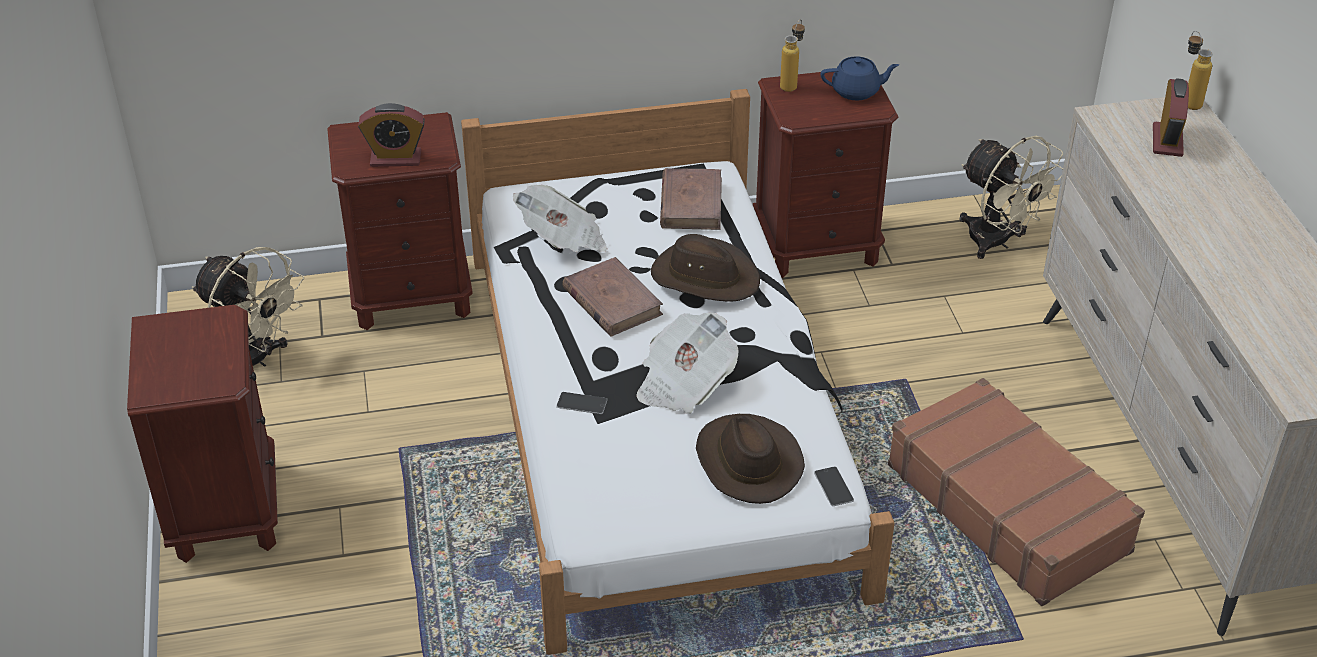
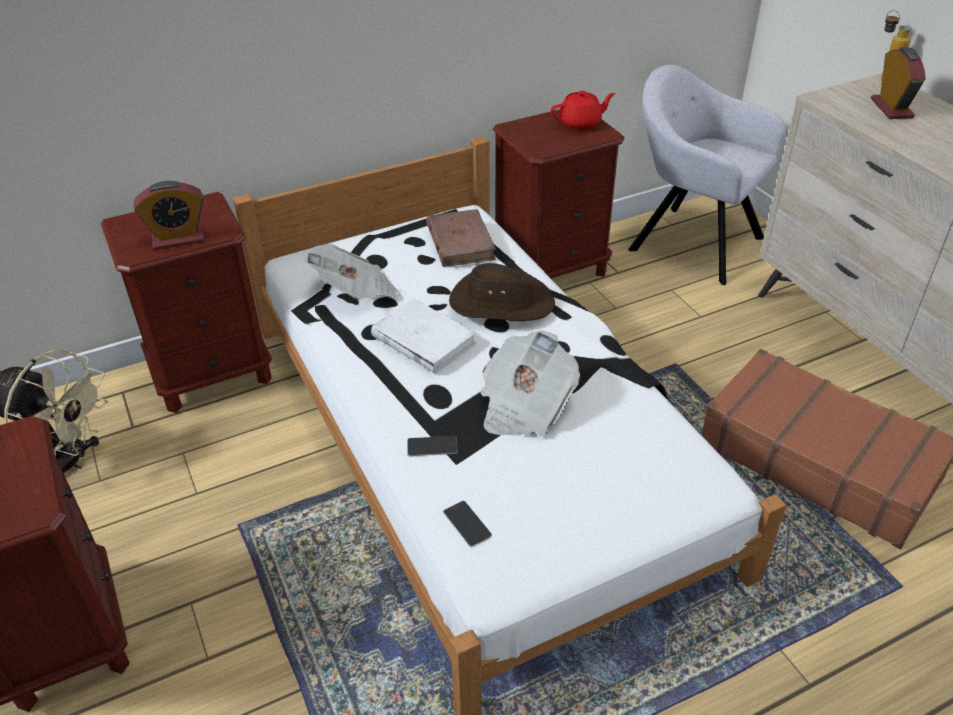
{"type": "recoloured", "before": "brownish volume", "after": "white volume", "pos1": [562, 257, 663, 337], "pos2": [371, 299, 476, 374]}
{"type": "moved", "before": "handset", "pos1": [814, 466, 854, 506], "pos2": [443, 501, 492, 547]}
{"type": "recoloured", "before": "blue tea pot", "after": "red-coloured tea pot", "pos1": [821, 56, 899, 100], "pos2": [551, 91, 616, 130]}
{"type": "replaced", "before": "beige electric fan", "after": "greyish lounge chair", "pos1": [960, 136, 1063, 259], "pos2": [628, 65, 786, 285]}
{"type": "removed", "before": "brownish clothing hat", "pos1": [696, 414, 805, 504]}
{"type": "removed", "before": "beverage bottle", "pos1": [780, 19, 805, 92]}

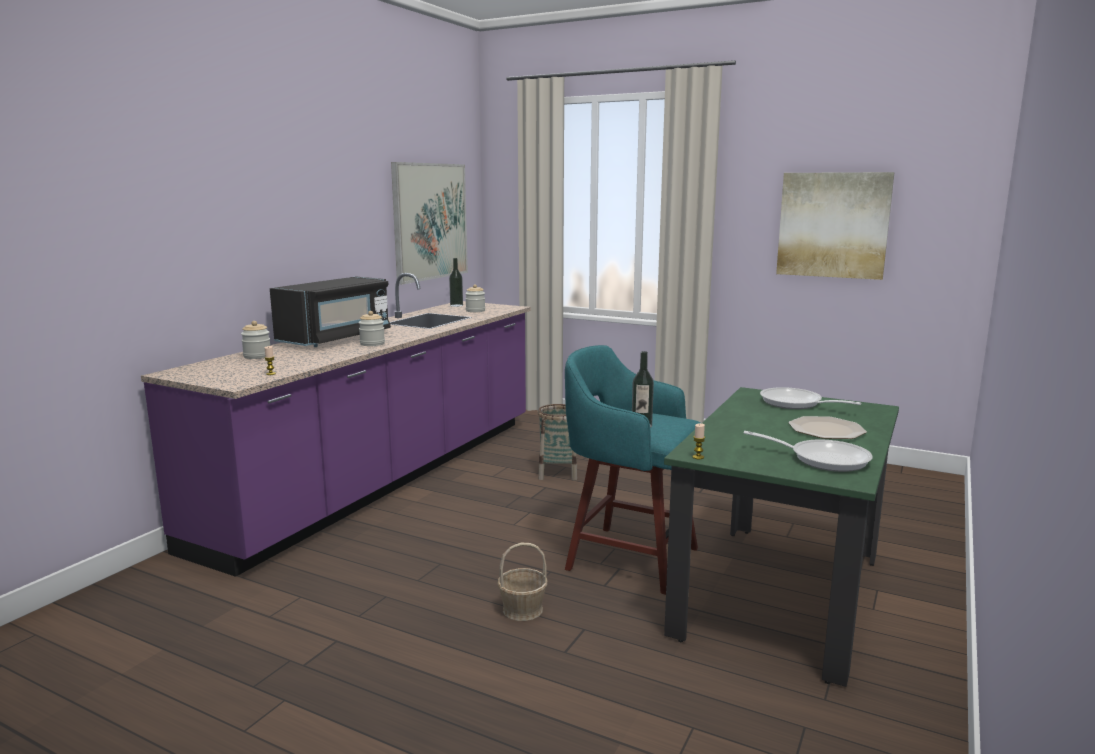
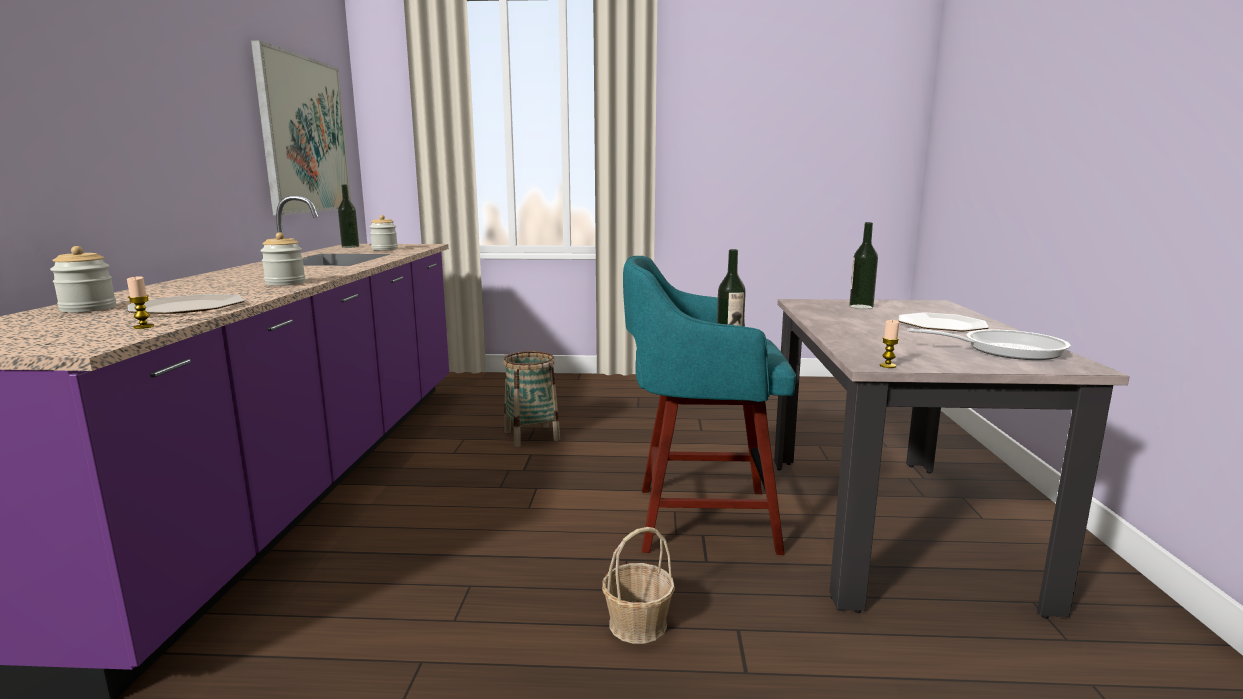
{"type": "added", "after": "flat dish", "pos2": [128, 294, 245, 314]}
{"type": "recoloured", "before": "green kitchen table", "after": "beige kitchen table", "pos1": [664, 387, 899, 687], "pos2": [774, 299, 1130, 619]}
{"type": "replaced", "before": "skillet", "after": "beverage bottle", "pos1": [760, 387, 861, 409], "pos2": [849, 222, 878, 309]}
{"type": "removed", "before": "black-coloured microwave oven", "pos1": [270, 277, 391, 347]}
{"type": "removed", "before": "picture", "pos1": [776, 172, 895, 280]}

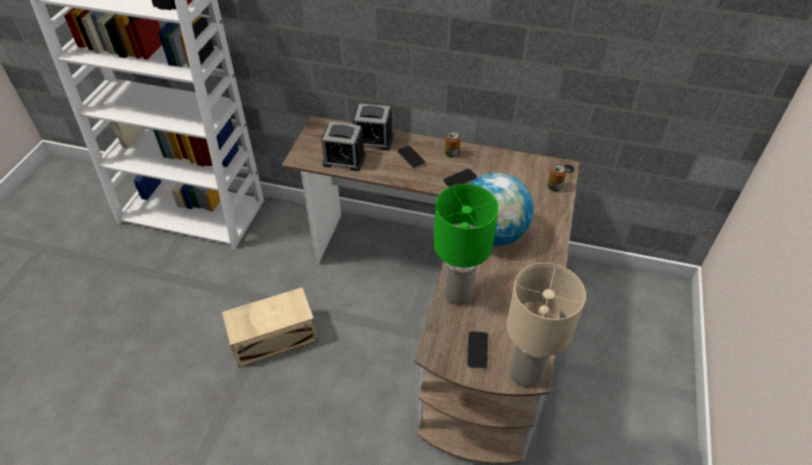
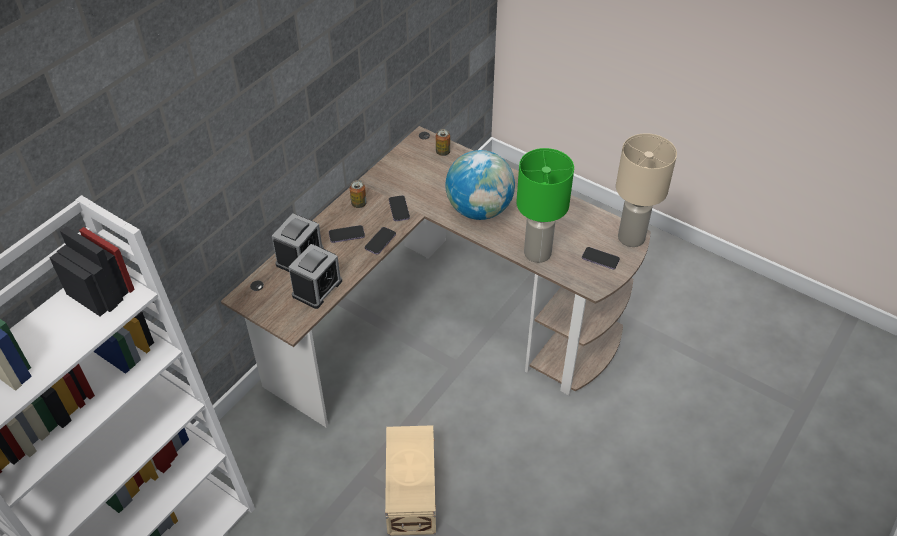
{"type": "added", "after": "handset", "pos2": [365, 227, 396, 254]}

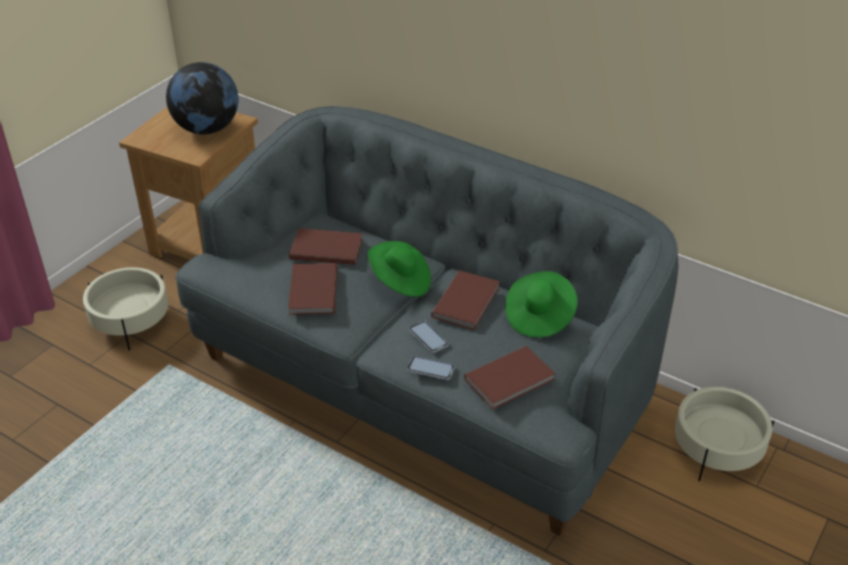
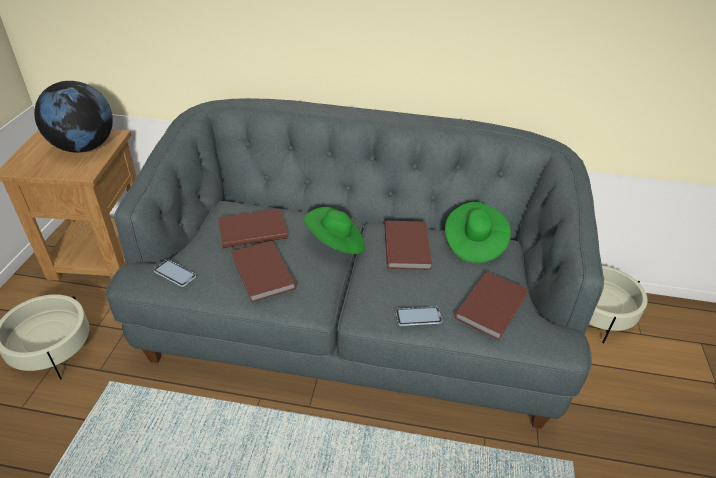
{"type": "moved", "before": "handset", "pos1": [409, 321, 448, 353], "pos2": [154, 260, 196, 287]}

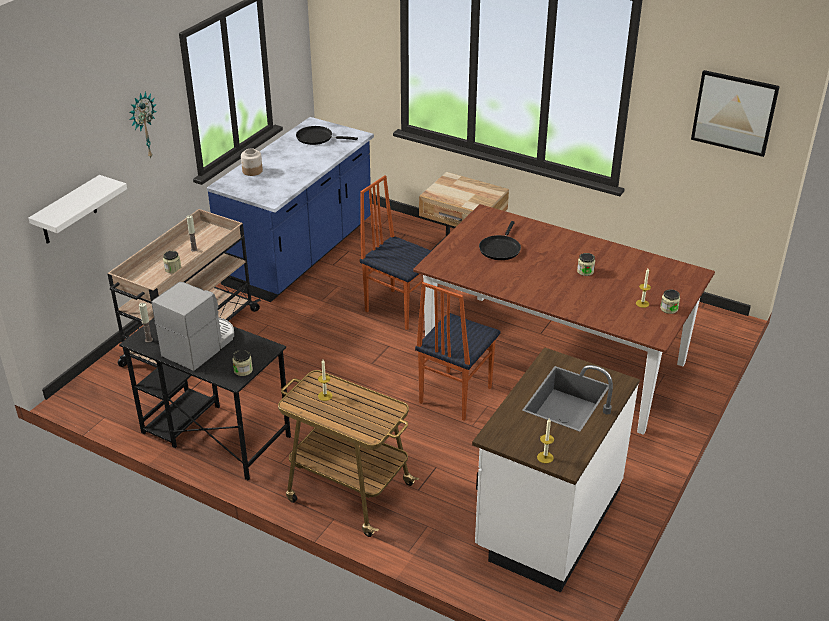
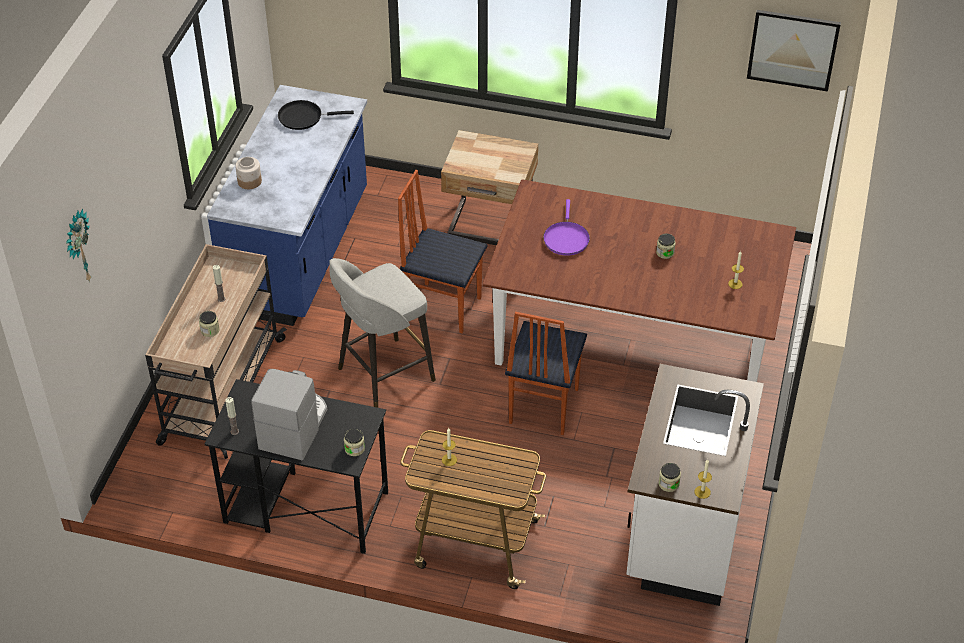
{"type": "moved", "before": "wall clock", "pos1": [129, 92, 157, 158], "pos2": [66, 209, 91, 282]}
{"type": "added", "after": "greyish stool seat", "pos2": [329, 258, 436, 408]}
{"type": "recoloured", "before": "black-coloured skillet", "after": "purple-coloured skillet", "pos1": [479, 221, 521, 260], "pos2": [543, 199, 590, 256]}
{"type": "moved", "before": "jar", "pos1": [660, 289, 680, 314], "pos2": [658, 463, 681, 492]}
{"type": "removed", "before": "white shelf", "pos1": [28, 175, 127, 244]}

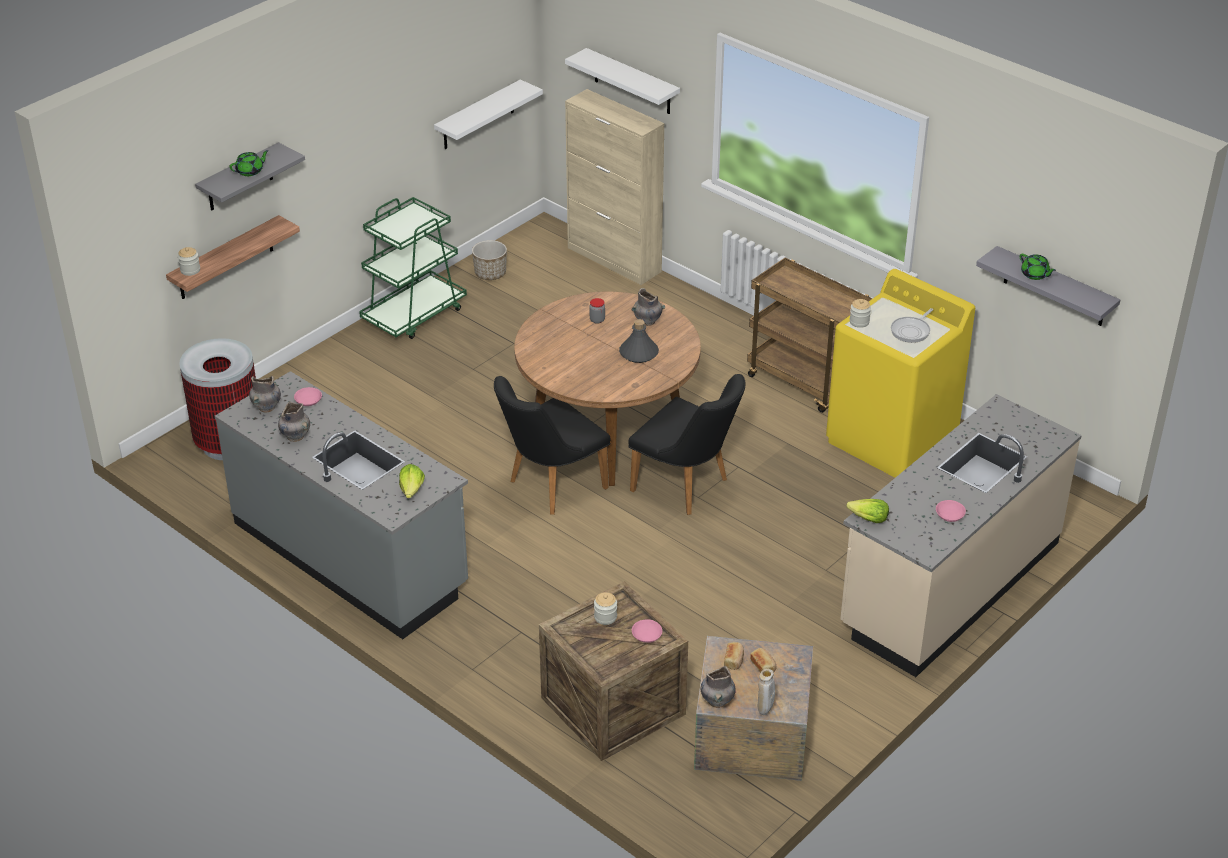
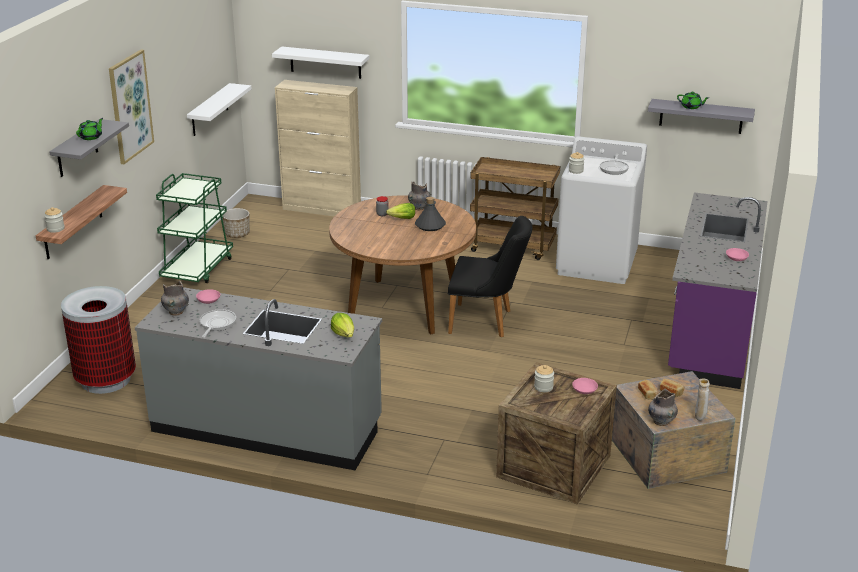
{"type": "added", "after": "picture", "pos2": [109, 50, 154, 164]}
{"type": "replaced", "before": "greyish vase", "after": "skillet", "pos1": [278, 401, 310, 442], "pos2": [199, 309, 236, 338]}
{"type": "moved", "before": "head of lettuce", "pos1": [846, 499, 889, 523], "pos2": [386, 203, 415, 219]}
{"type": "recoloured", "before": "yellow-coloured laundry machine", "after": "white laundry machine", "pos1": [826, 269, 975, 478], "pos2": [556, 136, 647, 284]}
{"type": "recoloured", "before": "beige kitchen counter", "after": "purple-coloured kitchen counter", "pos1": [840, 394, 1082, 677], "pos2": [668, 193, 768, 389]}
{"type": "removed", "before": "black-coloured upright chair", "pos1": [494, 376, 610, 515]}

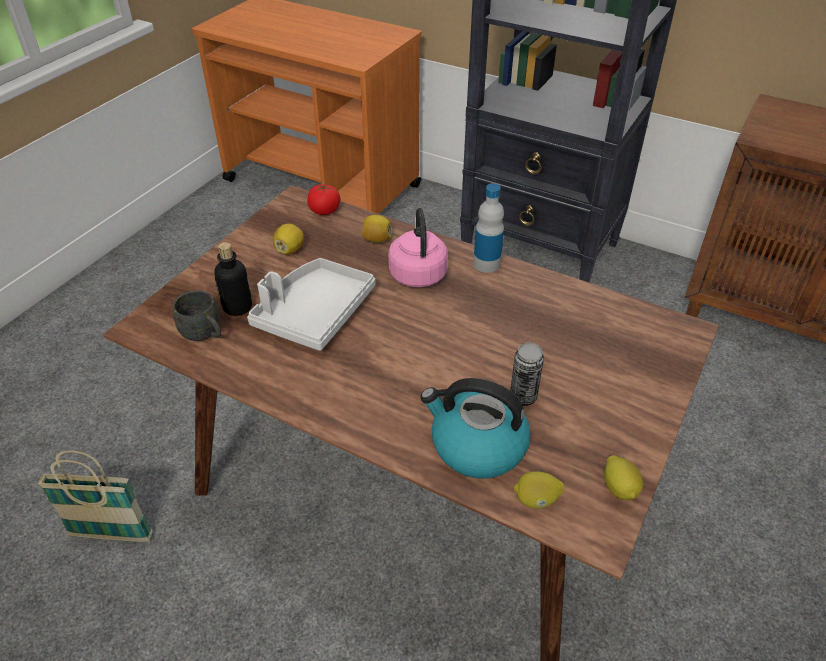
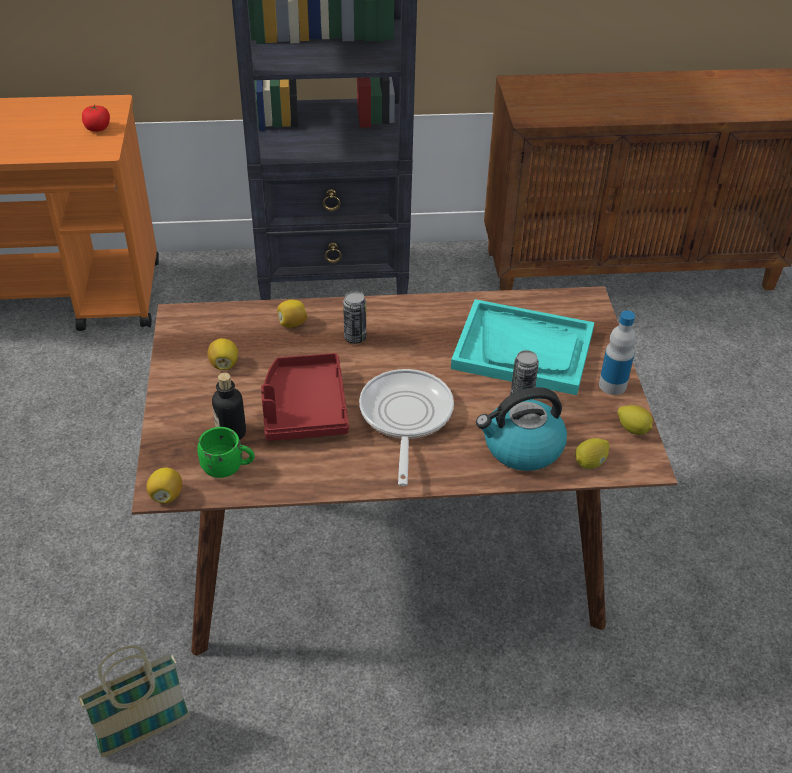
{"type": "moved", "before": "fresh tomato", "pos1": [307, 184, 340, 215], "pos2": [82, 105, 110, 132]}
{"type": "added", "after": "lemon", "pos2": [146, 467, 182, 504]}
{"type": "recoloured", "before": "greyish mug", "after": "green mug", "pos1": [173, 290, 221, 341], "pos2": [197, 427, 255, 478]}
{"type": "recoloured", "before": "greyish tray", "after": "red-coloured tray", "pos1": [247, 258, 375, 351], "pos2": [261, 353, 349, 441]}
{"type": "replaced", "before": "pink-coloured kettle", "after": "can", "pos1": [388, 208, 448, 287], "pos2": [343, 291, 366, 344]}
{"type": "added", "after": "skillet", "pos2": [359, 369, 454, 486]}
{"type": "added", "after": "turquoise-coloured tray", "pos2": [451, 299, 594, 395]}
{"type": "moved", "before": "beverage bottle", "pos1": [473, 183, 504, 273], "pos2": [599, 310, 636, 395]}

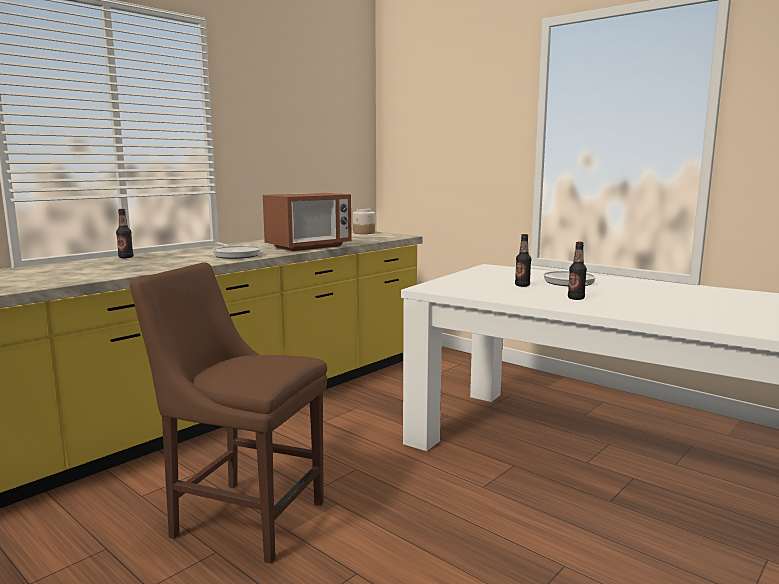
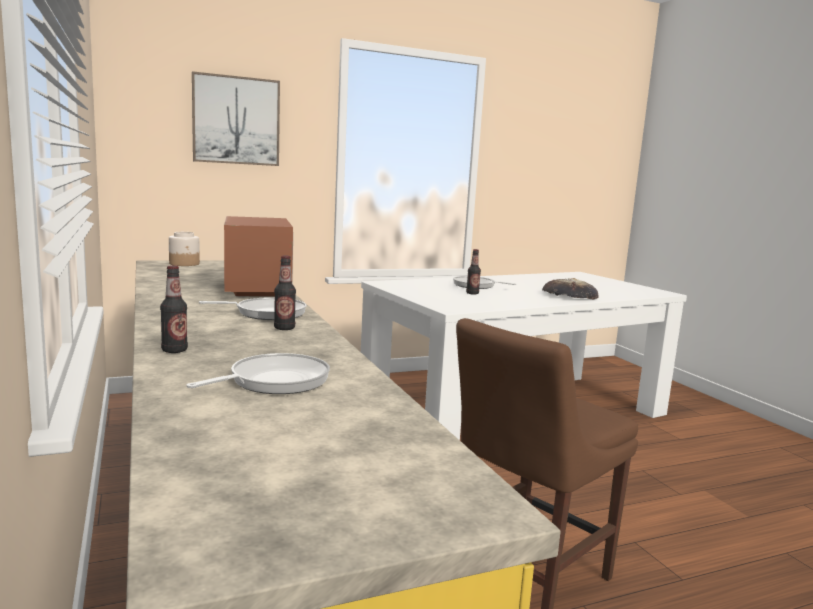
{"type": "added", "after": "skillet", "pos2": [186, 353, 330, 394]}
{"type": "added", "after": "picture", "pos2": [192, 71, 280, 166]}
{"type": "moved", "before": "beverage bottle", "pos1": [568, 242, 587, 300], "pos2": [274, 255, 296, 330]}
{"type": "added", "after": "bread", "pos2": [542, 278, 598, 300]}

